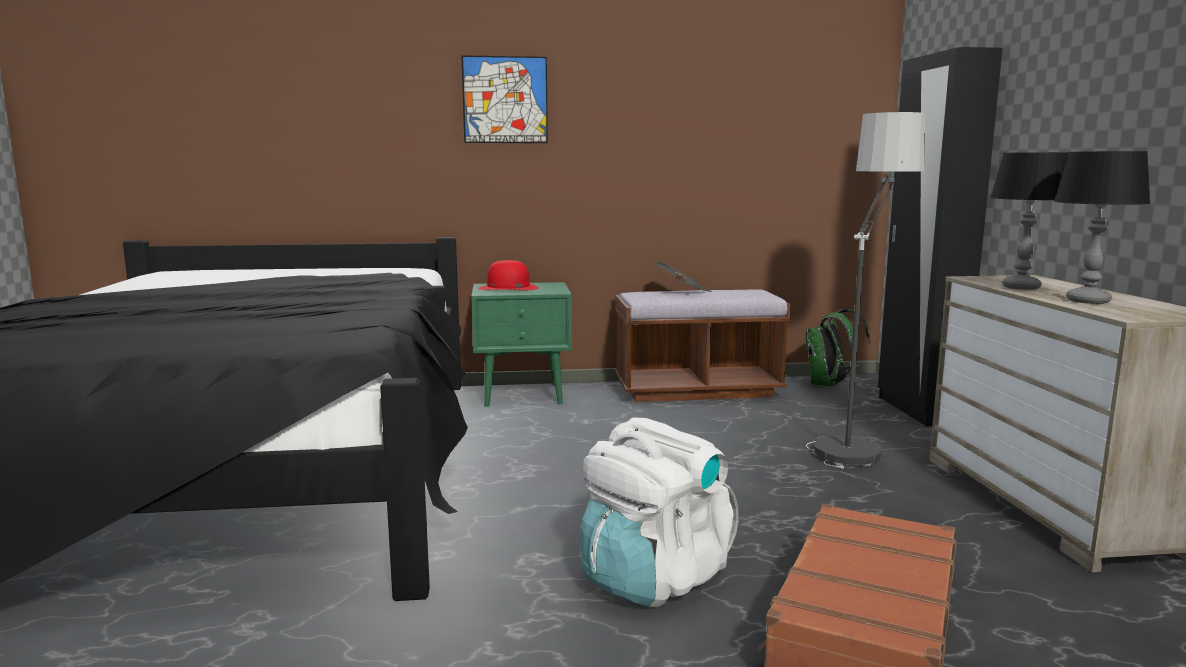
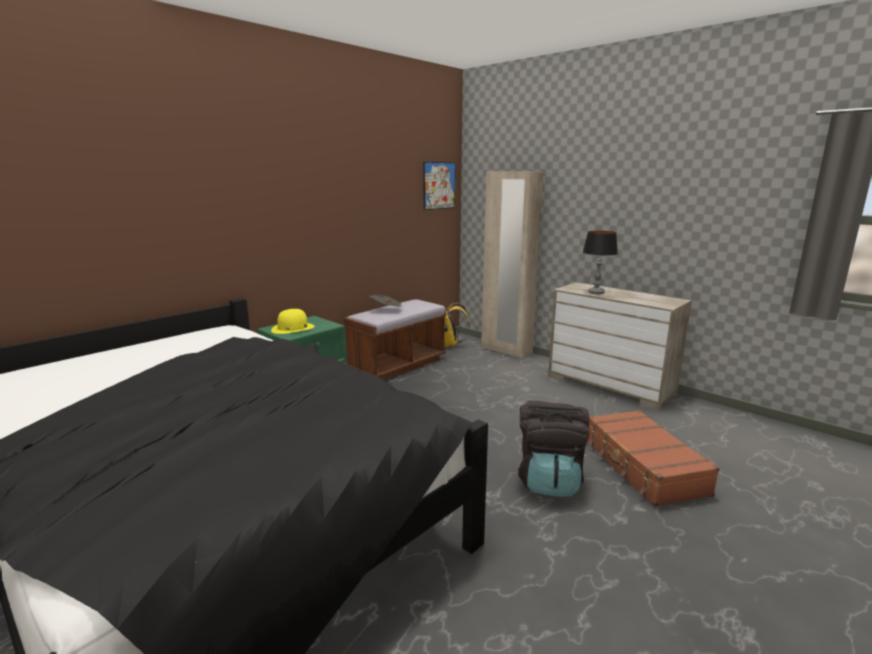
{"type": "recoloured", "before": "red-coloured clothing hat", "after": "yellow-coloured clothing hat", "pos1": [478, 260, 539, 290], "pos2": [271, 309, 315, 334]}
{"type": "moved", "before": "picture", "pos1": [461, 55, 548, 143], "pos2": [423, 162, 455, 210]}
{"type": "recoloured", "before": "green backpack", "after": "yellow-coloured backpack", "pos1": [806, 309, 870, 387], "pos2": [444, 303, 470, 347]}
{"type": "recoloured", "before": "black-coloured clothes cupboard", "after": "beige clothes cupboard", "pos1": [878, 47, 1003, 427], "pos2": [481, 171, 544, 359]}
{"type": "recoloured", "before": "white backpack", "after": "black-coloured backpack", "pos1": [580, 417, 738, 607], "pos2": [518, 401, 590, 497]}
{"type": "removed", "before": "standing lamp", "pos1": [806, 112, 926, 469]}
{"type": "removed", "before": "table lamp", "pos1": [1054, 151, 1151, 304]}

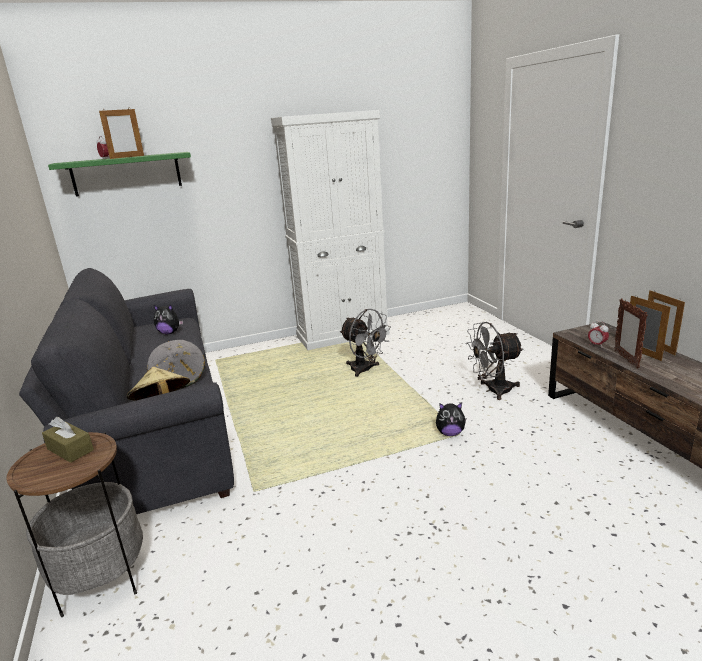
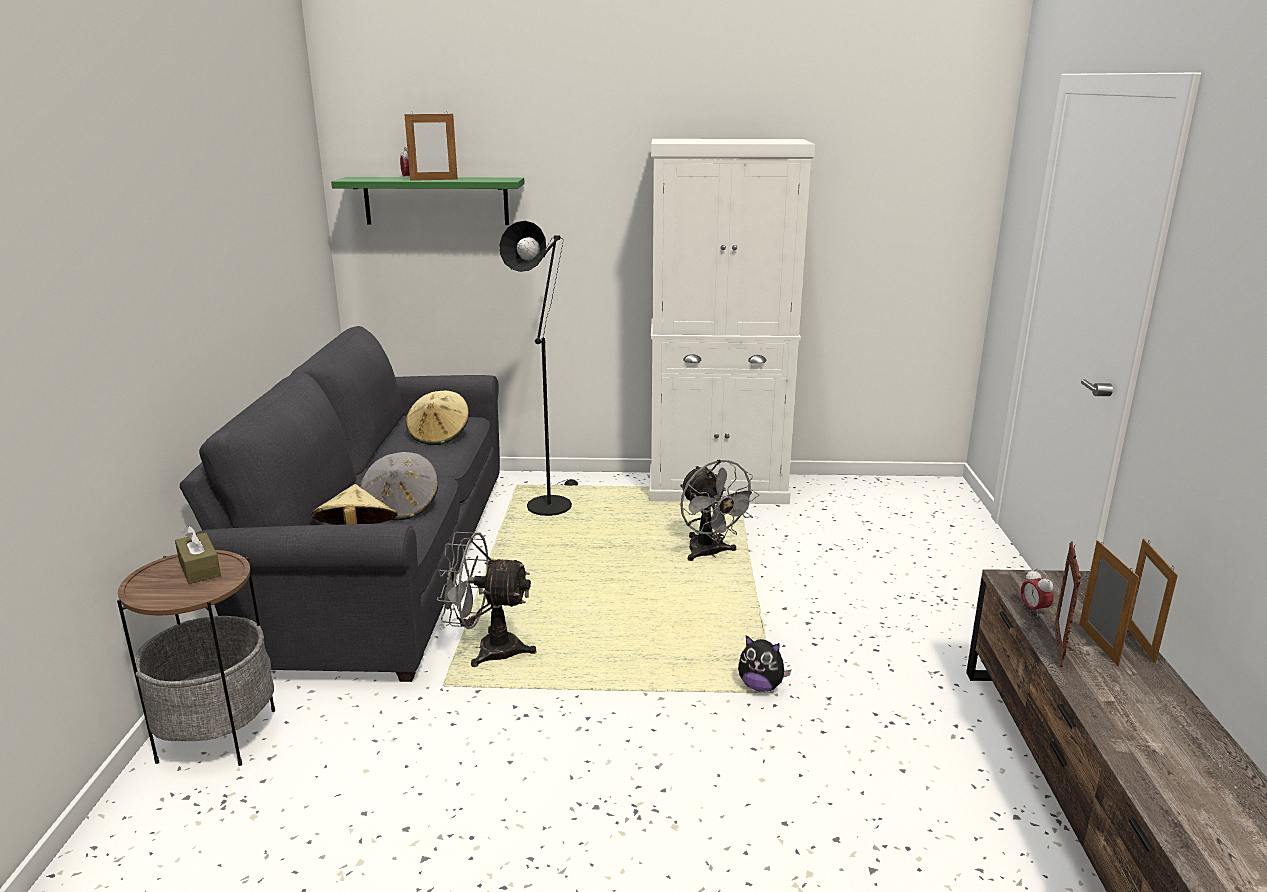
{"type": "replaced", "before": "plush toy", "after": "beige clothing hat", "pos1": [154, 305, 183, 334], "pos2": [406, 390, 469, 445]}
{"type": "moved", "before": "greyish electric fan", "pos1": [465, 322, 524, 400], "pos2": [436, 532, 536, 667]}
{"type": "added", "after": "black-coloured standing lamp", "pos2": [499, 221, 578, 516]}

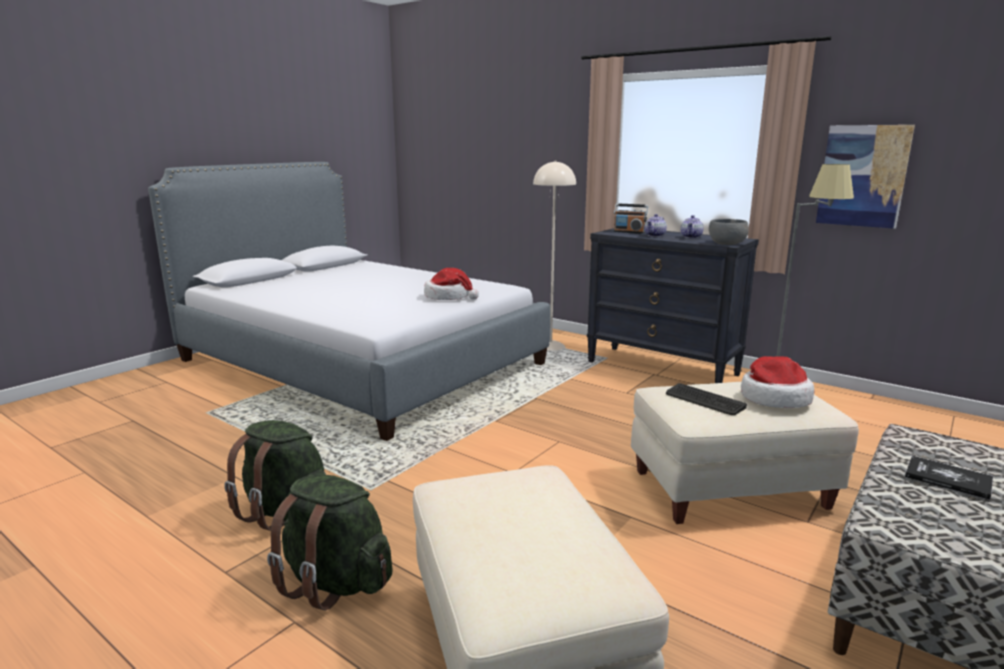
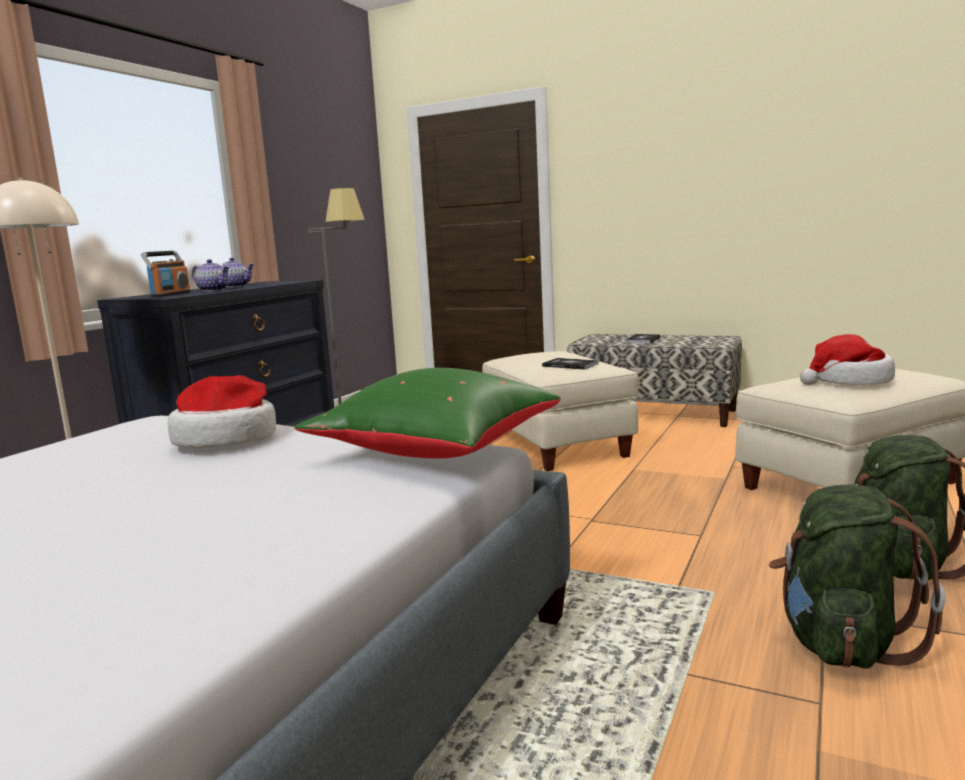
{"type": "added", "after": "green throw pillow", "pos2": [294, 368, 561, 458]}
{"type": "replaced", "before": "PC keyboard", "after": "volume", "pos1": [666, 383, 747, 415], "pos2": [542, 358, 599, 370]}
{"type": "moved", "before": "clothing hat", "pos1": [741, 356, 814, 408], "pos2": [800, 334, 895, 385]}
{"type": "removed", "before": "greyish bowl", "pos1": [709, 219, 749, 245]}
{"type": "removed", "before": "picture", "pos1": [816, 125, 915, 229]}

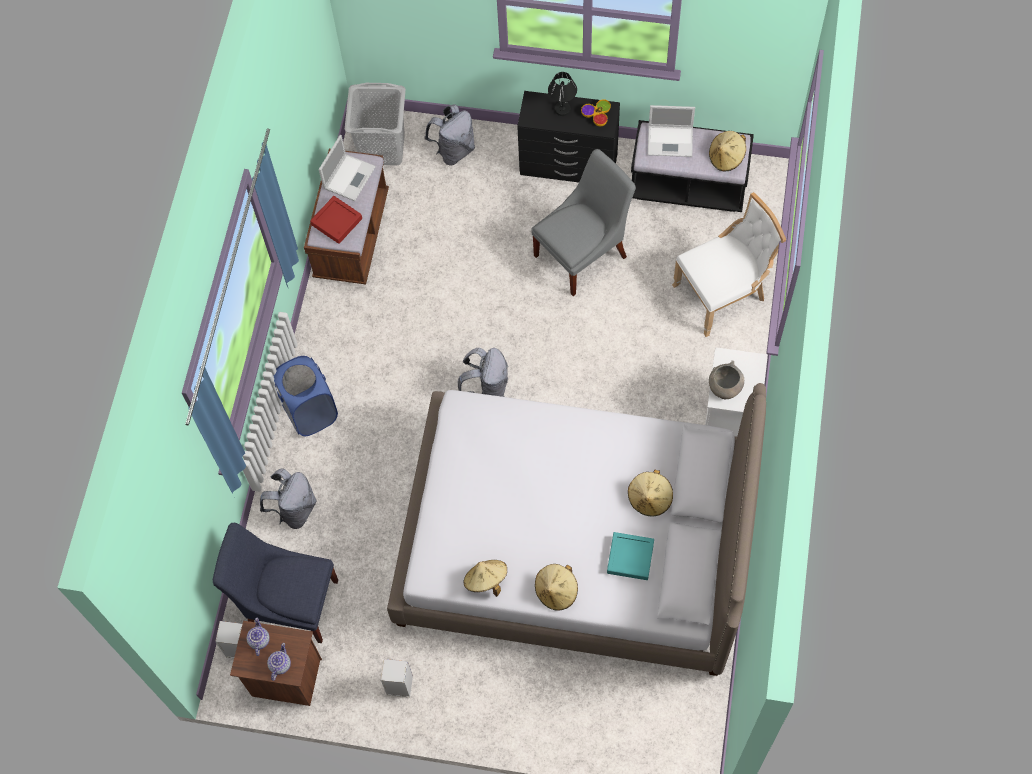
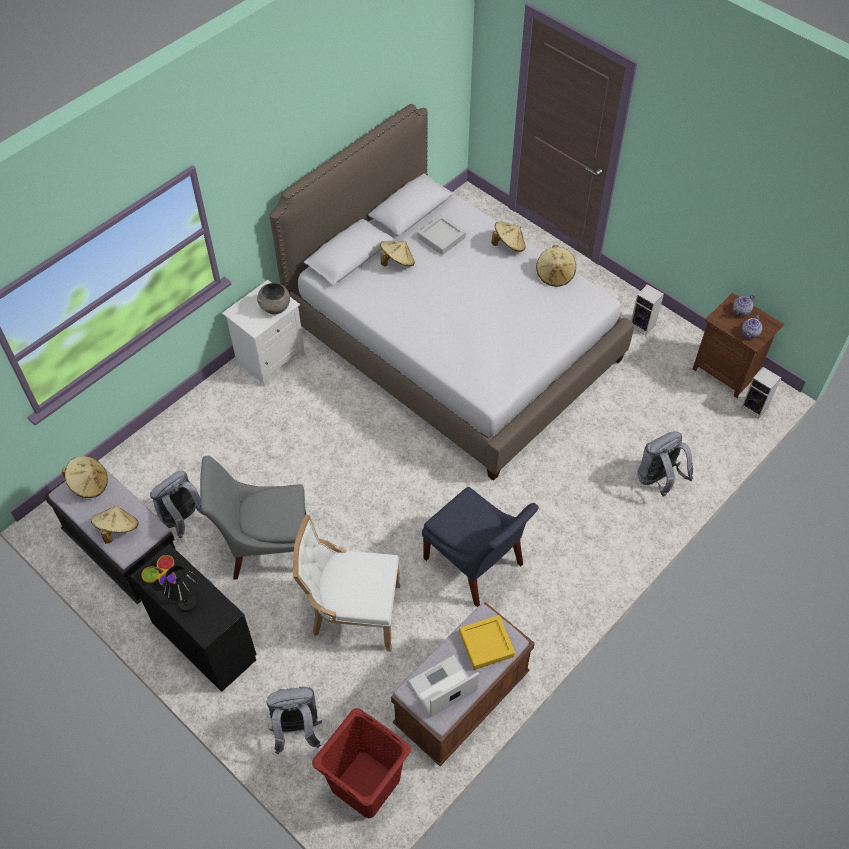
{"type": "replaced", "before": "portable computer", "after": "beige clothing hat", "pos1": [648, 105, 695, 157], "pos2": [91, 506, 139, 544]}
{"type": "moved", "before": "greyish backpack", "pos1": [458, 348, 508, 397], "pos2": [150, 471, 206, 538]}
{"type": "moved", "before": "white upright chair", "pos1": [672, 192, 786, 337], "pos2": [293, 515, 400, 651]}
{"type": "recoloured", "before": "greyish laundry basket", "after": "red-coloured laundry basket", "pos1": [345, 83, 406, 165], "pos2": [312, 708, 411, 818]}
{"type": "recoloured", "before": "turquoise-coloured tray", "after": "greyish tray", "pos1": [607, 532, 654, 580], "pos2": [418, 215, 466, 255]}
{"type": "moved", "before": "blue upright chair", "pos1": [213, 523, 338, 643], "pos2": [422, 487, 539, 607]}
{"type": "recoloured", "before": "red-coloured tray", "after": "yellow-coloured tray", "pos1": [310, 196, 362, 244], "pos2": [459, 615, 515, 670]}
{"type": "removed", "before": "blue laundry basket", "pos1": [274, 356, 338, 436]}

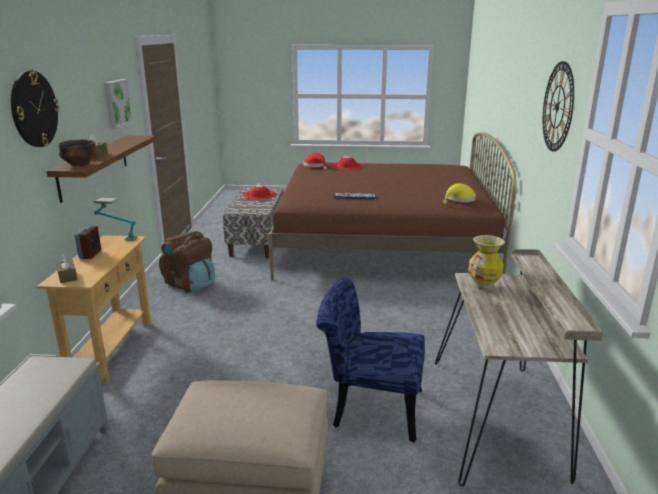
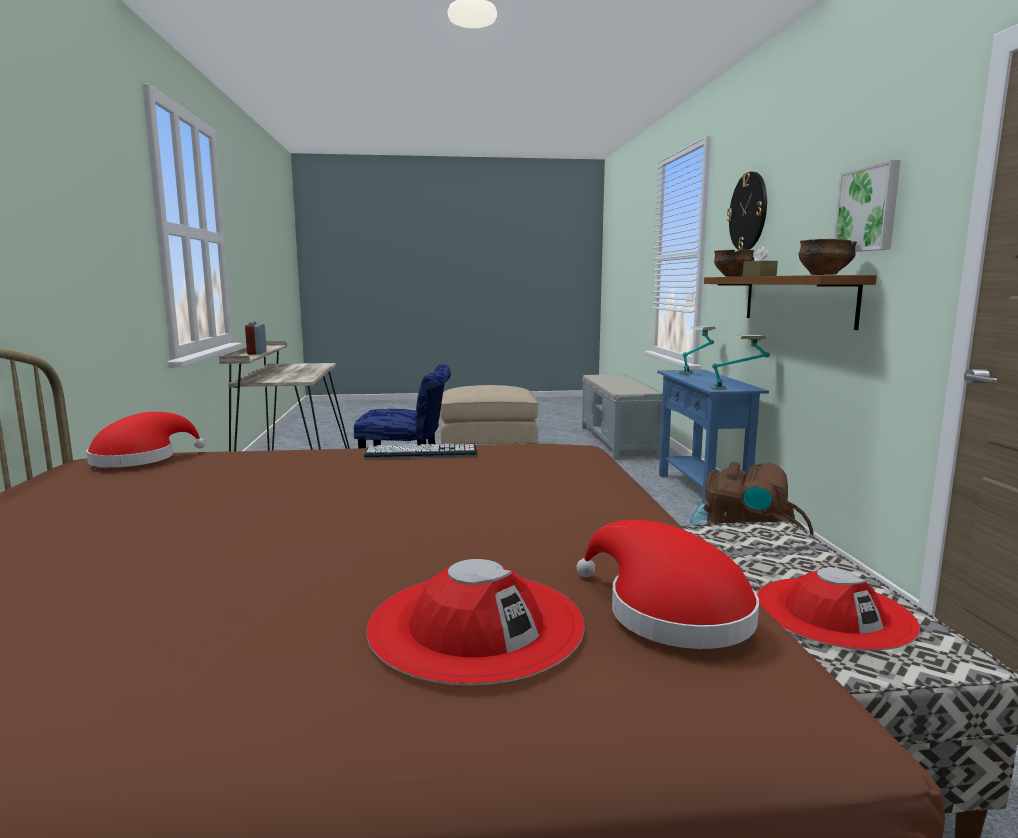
{"type": "recoloured", "before": "yellow-coloured clothing hat", "after": "red-coloured clothing hat", "pos1": [443, 183, 476, 204], "pos2": [86, 412, 205, 468]}
{"type": "moved", "before": "alarm clock", "pos1": [75, 226, 101, 259], "pos2": [245, 321, 267, 354]}
{"type": "recoloured", "before": "beige hall table", "after": "blue hall table", "pos1": [37, 235, 151, 384], "pos2": [657, 370, 769, 504]}
{"type": "replaced", "before": "brownish box of tissues", "after": "table lamp", "pos1": [56, 254, 77, 283], "pos2": [679, 326, 716, 375]}
{"type": "added", "after": "bowl", "pos2": [798, 239, 857, 275]}
{"type": "removed", "before": "vase", "pos1": [468, 235, 505, 291]}
{"type": "removed", "before": "wall clock", "pos1": [543, 61, 574, 152]}

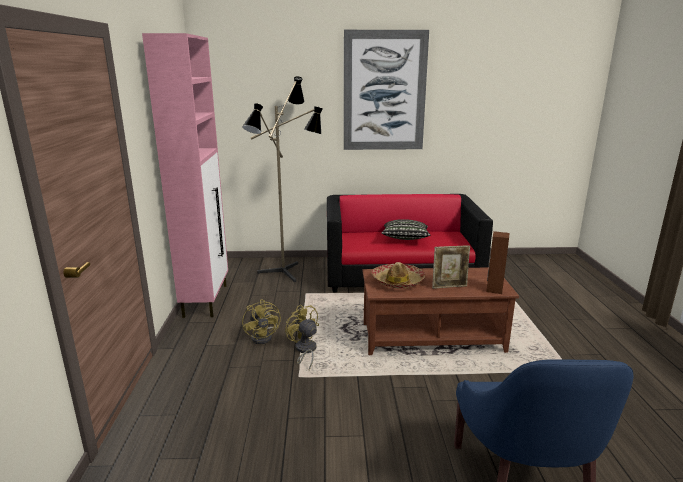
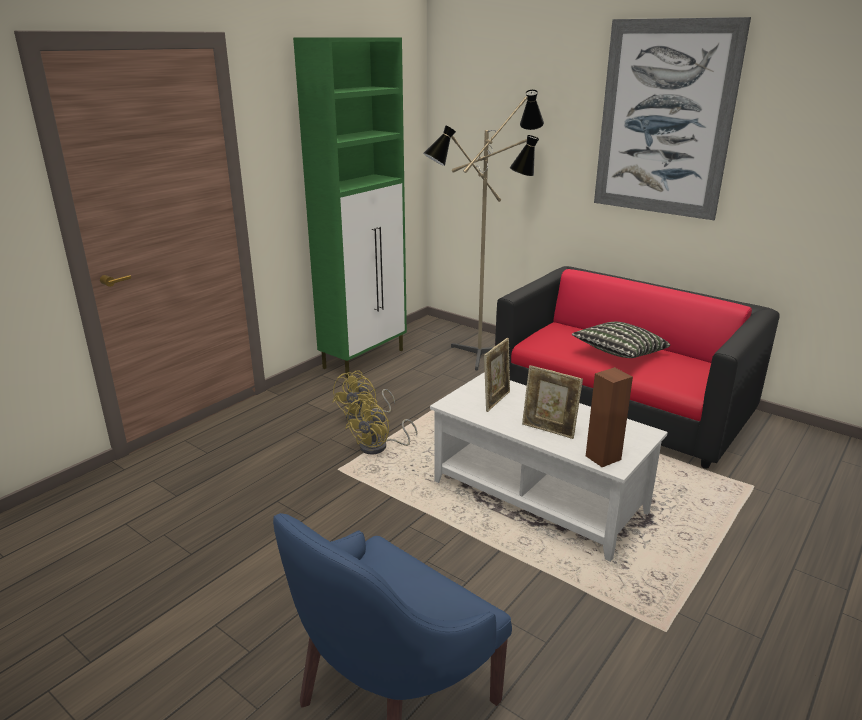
{"type": "recoloured", "before": "pink-coloured cupboard", "after": "green cupboard", "pos1": [142, 33, 228, 318], "pos2": [293, 38, 407, 378]}
{"type": "turned", "before": "yellow-coloured electric fan", "pos1": [285, 304, 319, 370], "pos2": [345, 398, 417, 455], "turn": -150}
{"type": "recoloured", "before": "brownish low table", "after": "white low table", "pos1": [362, 268, 519, 355], "pos2": [430, 372, 668, 562]}
{"type": "replaced", "before": "clothing hat", "after": "standing frame", "pos1": [371, 262, 425, 289], "pos2": [484, 338, 510, 412]}

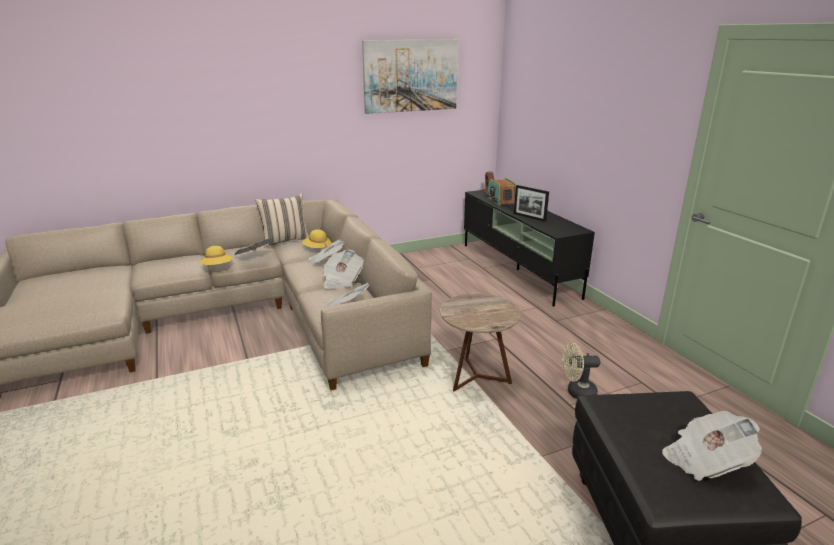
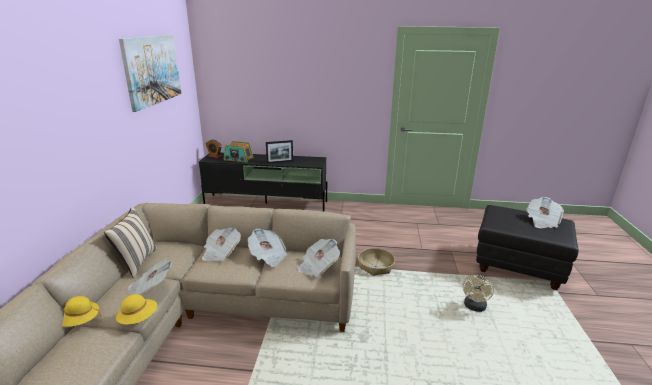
{"type": "moved", "before": "yellow-coloured clothing hat", "pos1": [302, 229, 332, 248], "pos2": [62, 296, 101, 327]}
{"type": "replaced", "before": "brownish accent table", "after": "storage basket", "pos1": [440, 293, 521, 392], "pos2": [358, 248, 395, 276]}
{"type": "moved", "before": "beige electric fan", "pos1": [562, 343, 600, 399], "pos2": [462, 275, 494, 312]}

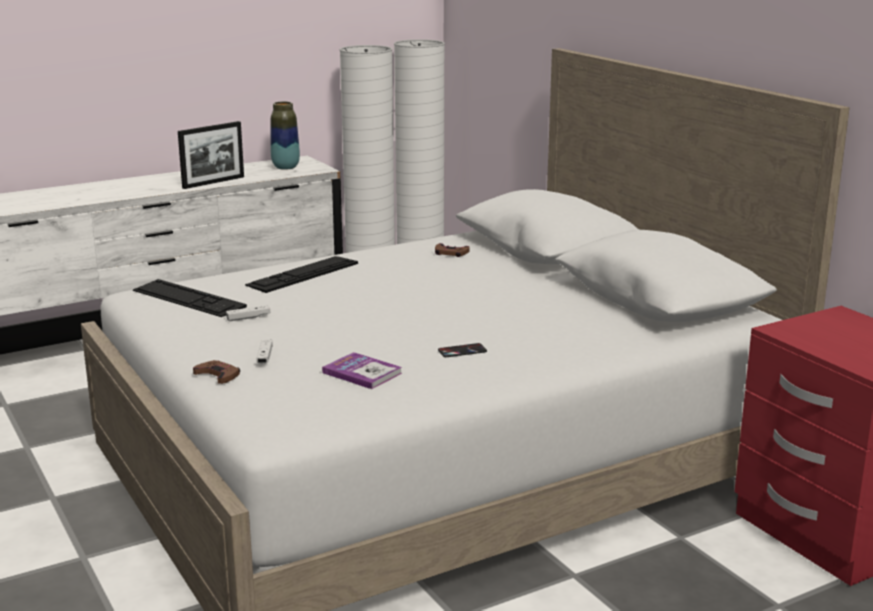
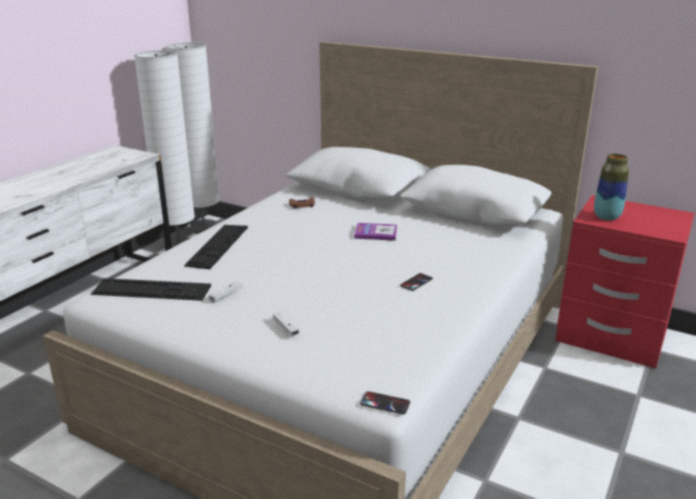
{"type": "moved", "before": "volume", "pos1": [322, 352, 402, 389], "pos2": [354, 223, 397, 241]}
{"type": "added", "after": "handset", "pos2": [360, 391, 410, 415]}
{"type": "moved", "before": "vase", "pos1": [271, 101, 300, 170], "pos2": [594, 154, 629, 220]}
{"type": "removed", "before": "standing frame", "pos1": [178, 121, 244, 189]}
{"type": "removed", "before": "brownish joypad", "pos1": [193, 360, 240, 384]}

